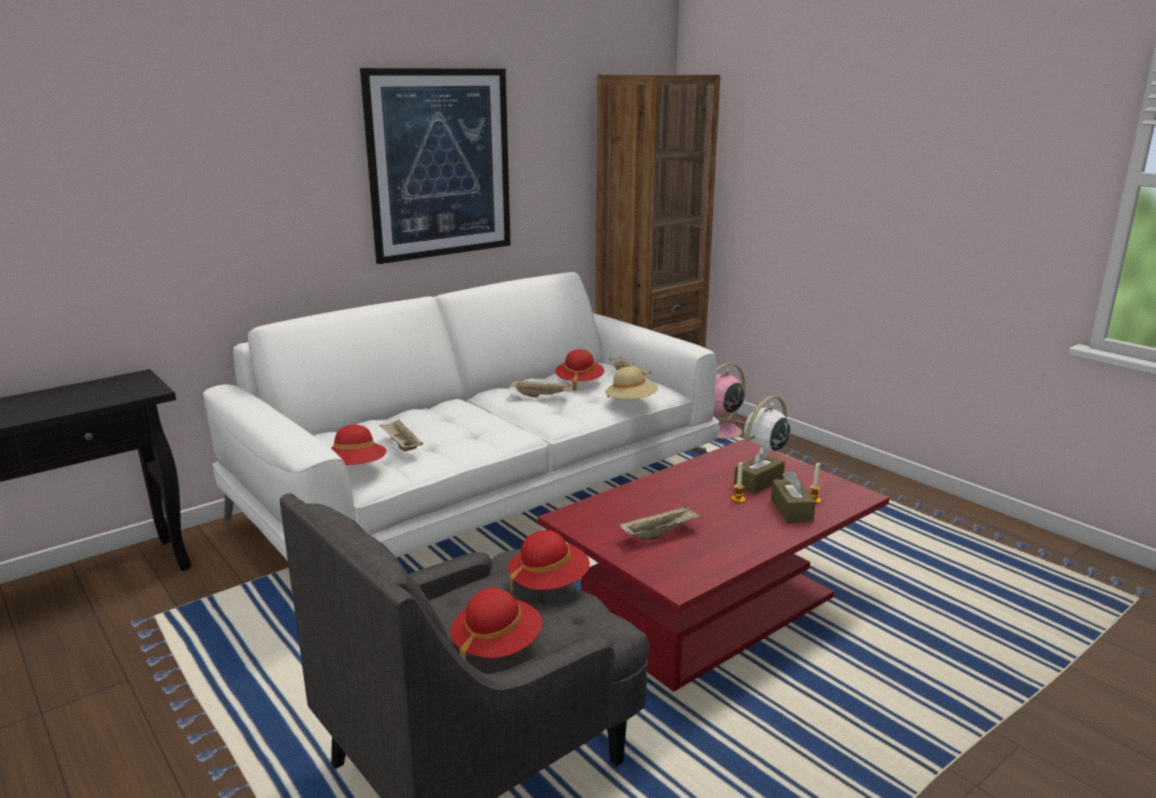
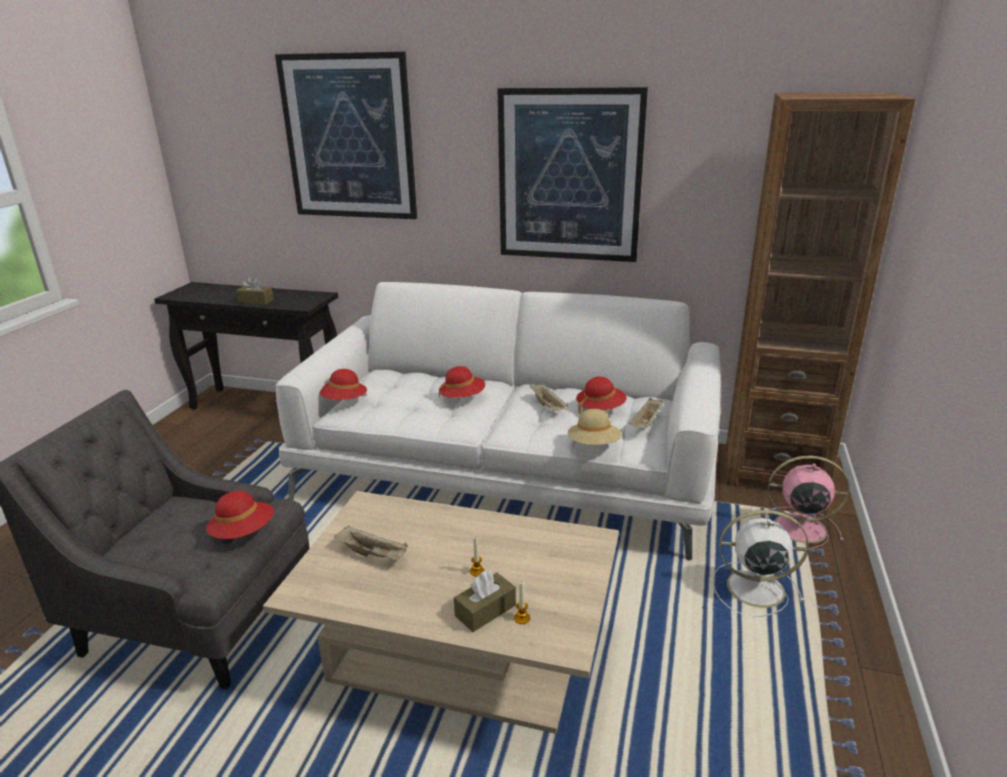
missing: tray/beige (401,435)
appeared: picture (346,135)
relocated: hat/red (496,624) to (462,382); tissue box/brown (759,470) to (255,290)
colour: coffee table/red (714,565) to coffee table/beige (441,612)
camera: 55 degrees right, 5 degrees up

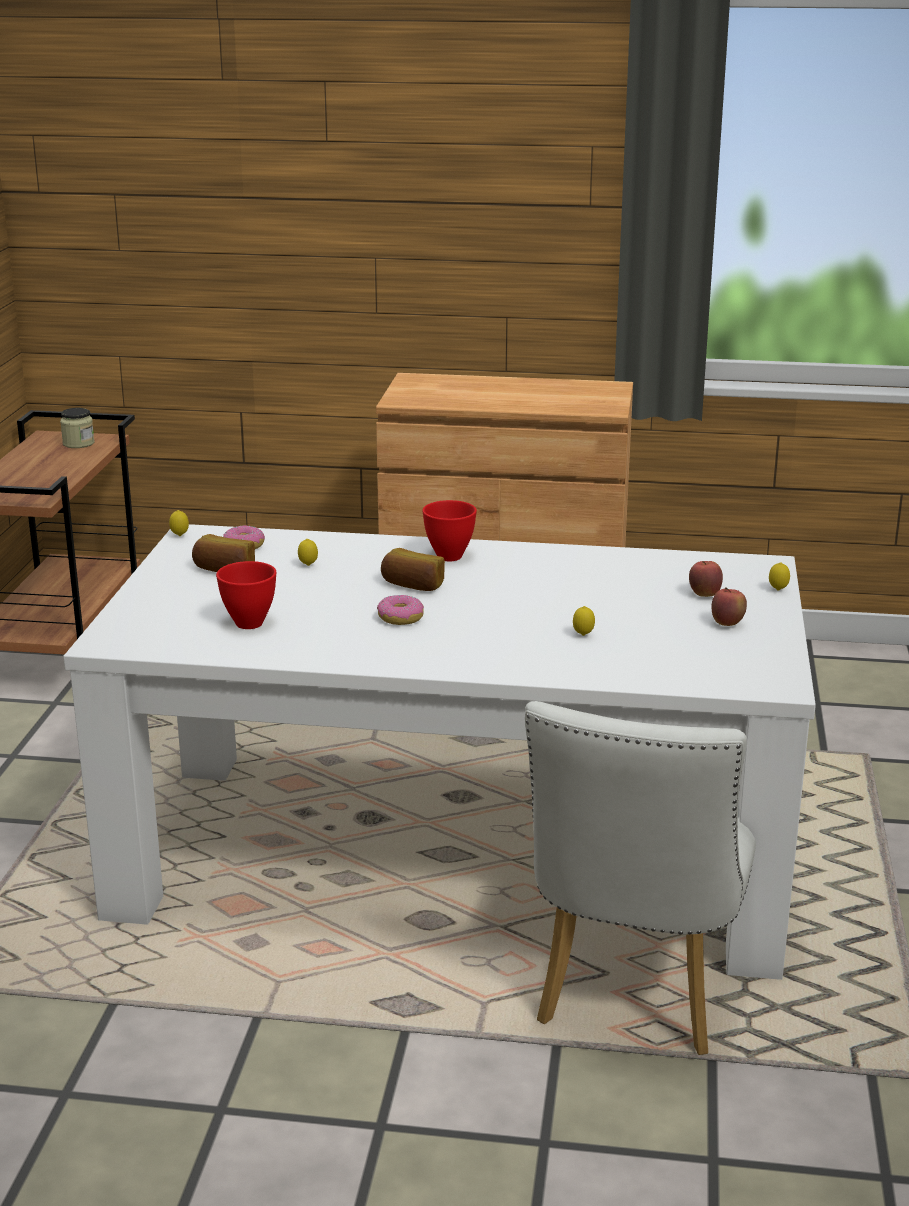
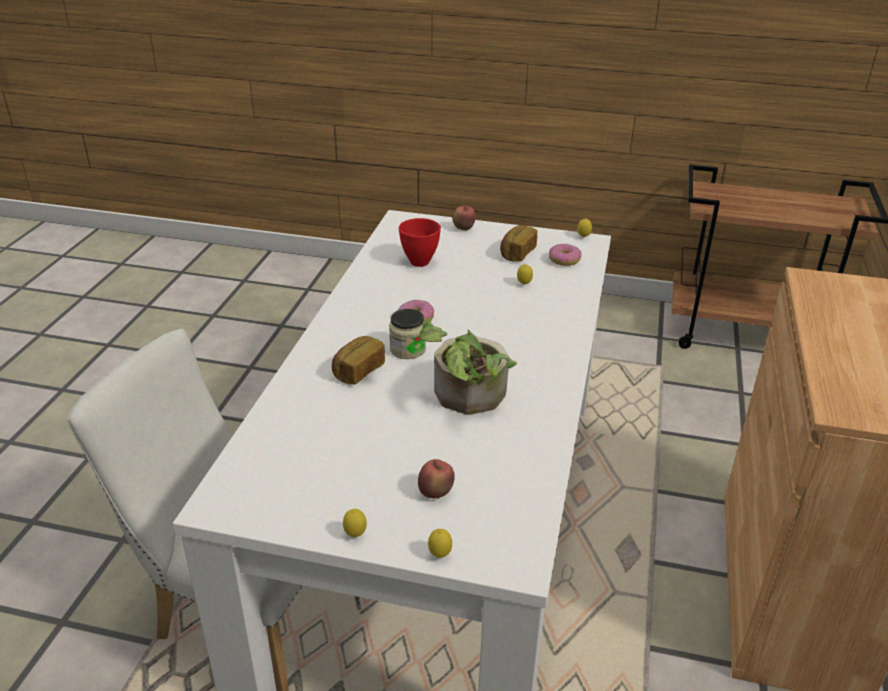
missing: bowl/red (449,530)
appeared: potted plant (468,366)
relocated: jar (77,428) to (407,334); bread (413,569) to (358,360); lemon (584,621) to (355,523); apple (729,606) to (464,217)
camera: 95 degrees right, 10 degrees up

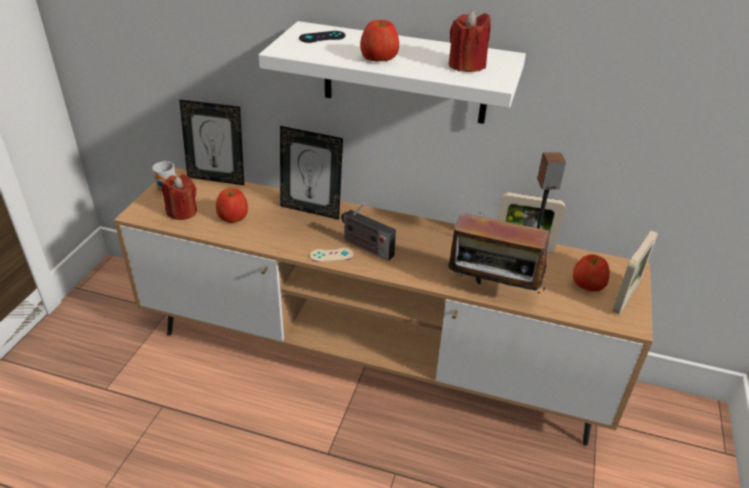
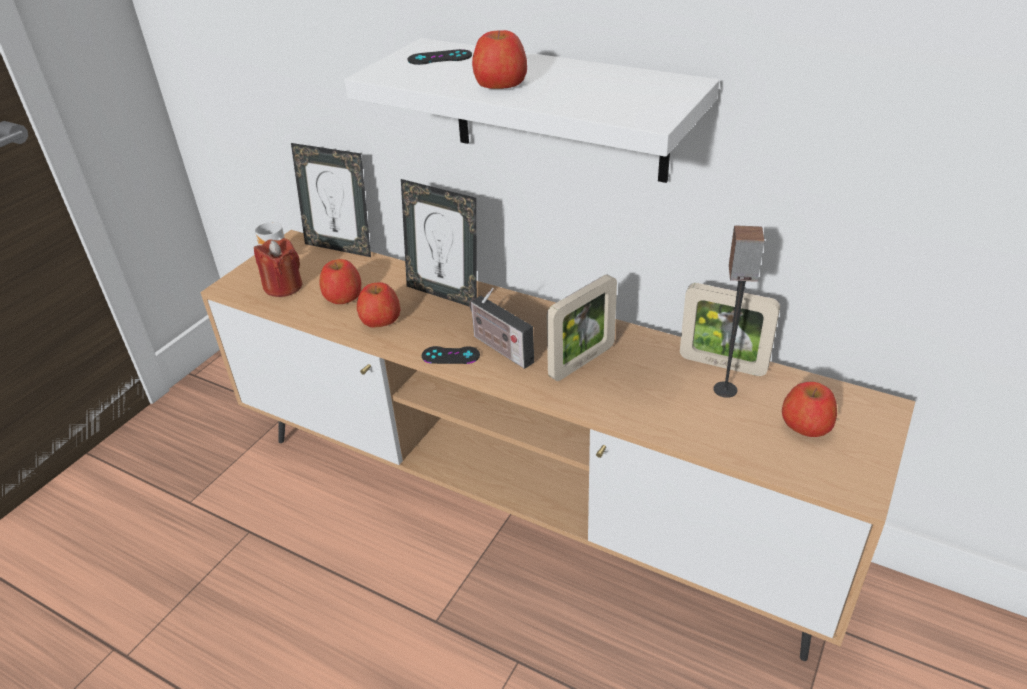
missing: radio (499,253); candle/red (470,41)
appeared: apple (379,304)
relocated: picture frame (635,272) to (582,327)
colour: game controller/beige (331,255) to game controller/black (451,355)
camera: 15 degrees right, 0 degrees up

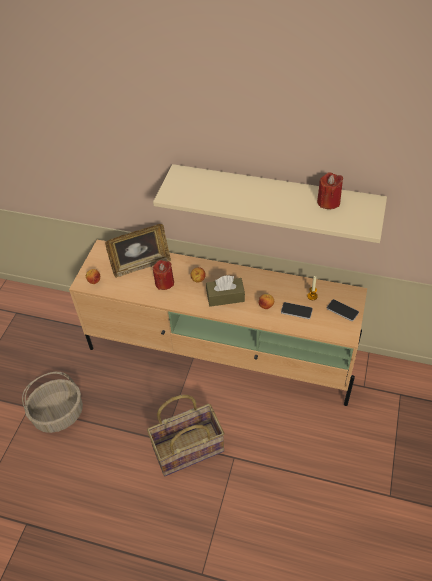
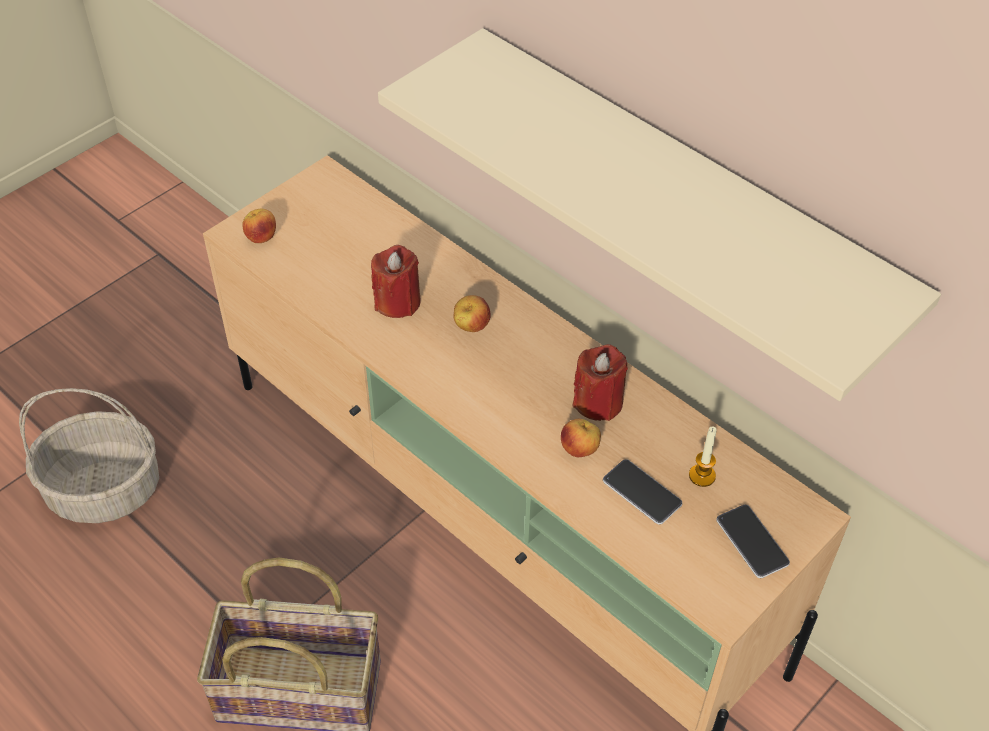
missing: picture frame (138,251); tissue box/brown (225,291)
relocated: candle/red (330,191) to (600,382)
camera: 25 degrees right, 0 degrees up

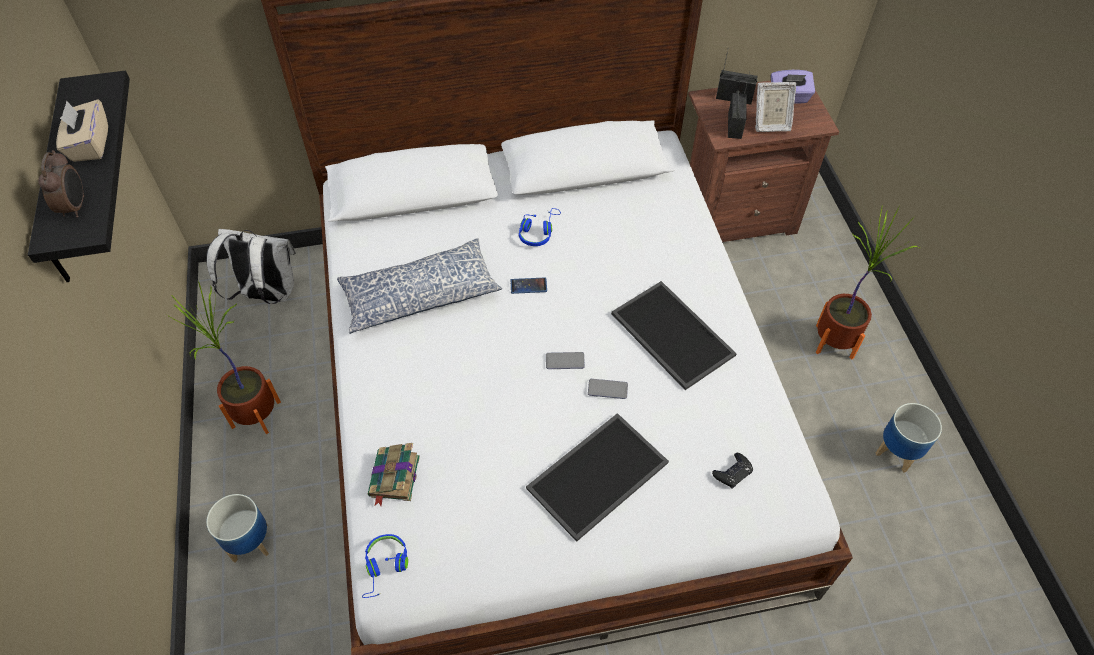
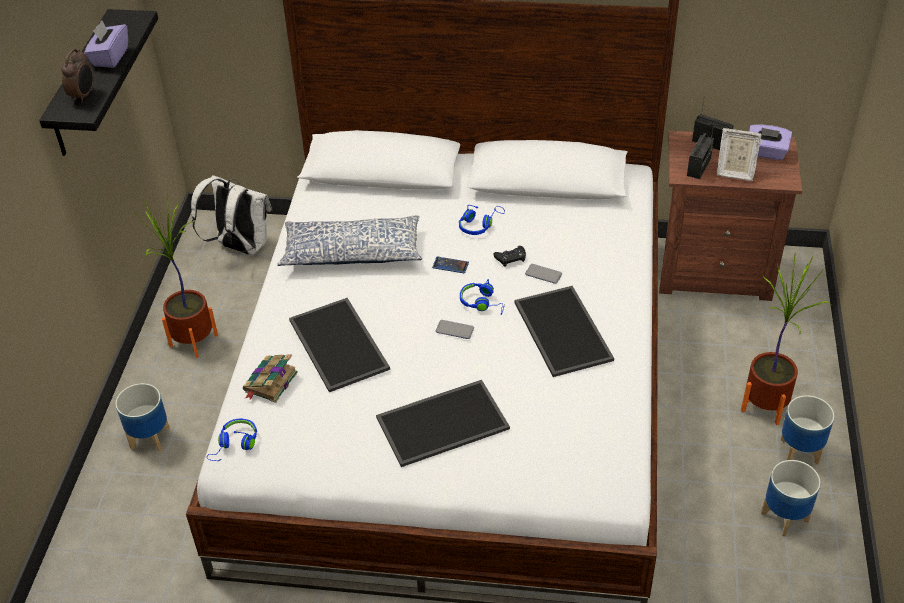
appeared: tray (339,345); headphones/blue (482,297); planter (807,430)
relocated: phone (608,389) to (543,274); game controller/black (732,471) to (509,256)
colour: tissue box/beige (82,130) to tissue box/purple (106,44)
camera: 20 degrees right, 10 degrees down

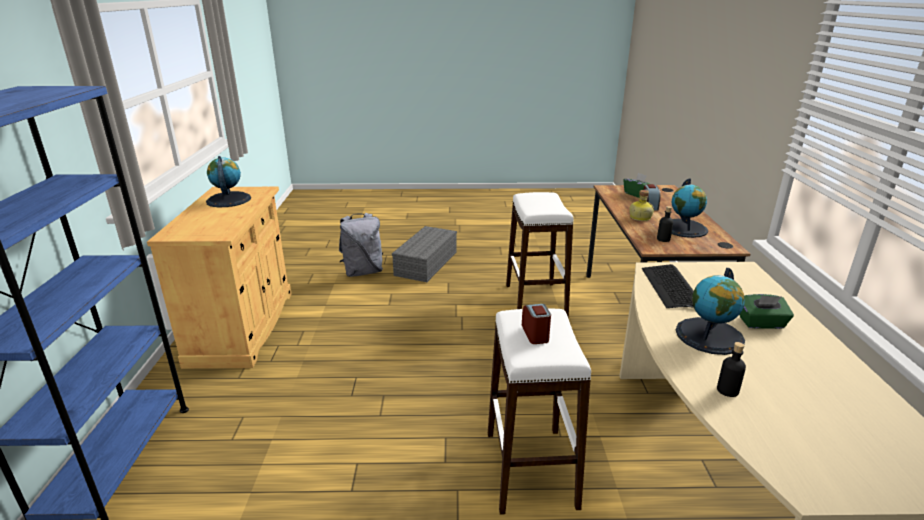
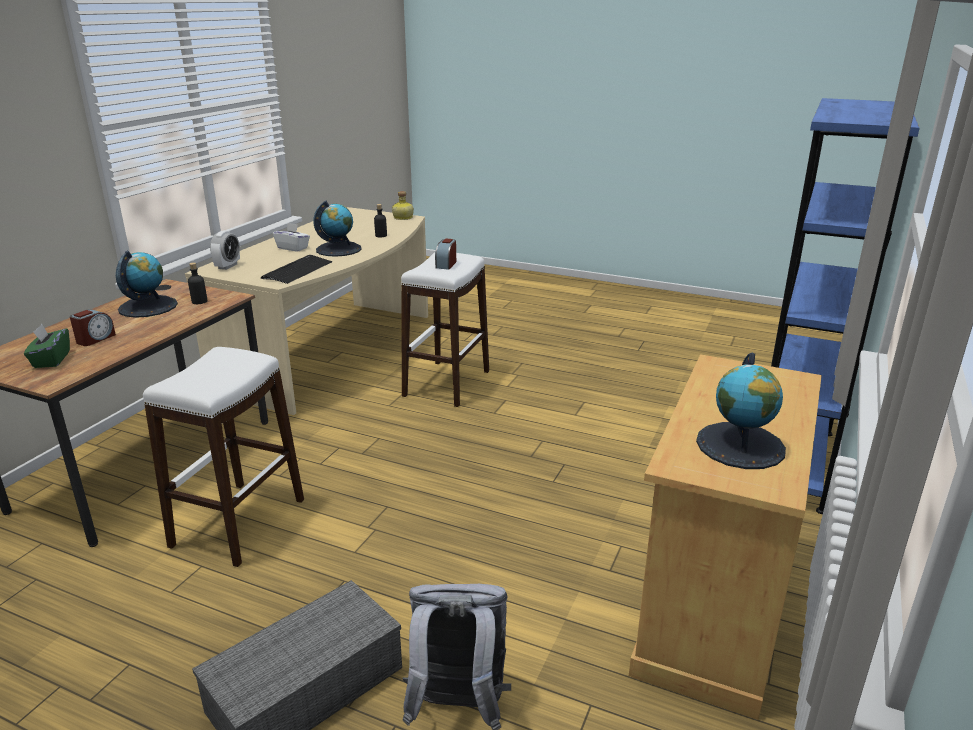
appeared: alarm clock (225,250)
relocated: bottle (641,205) to (403,205)
colour: tissue box/green (767,311) to tissue box/white (291,237)
camera: 155 degrees left, 0 degrees up

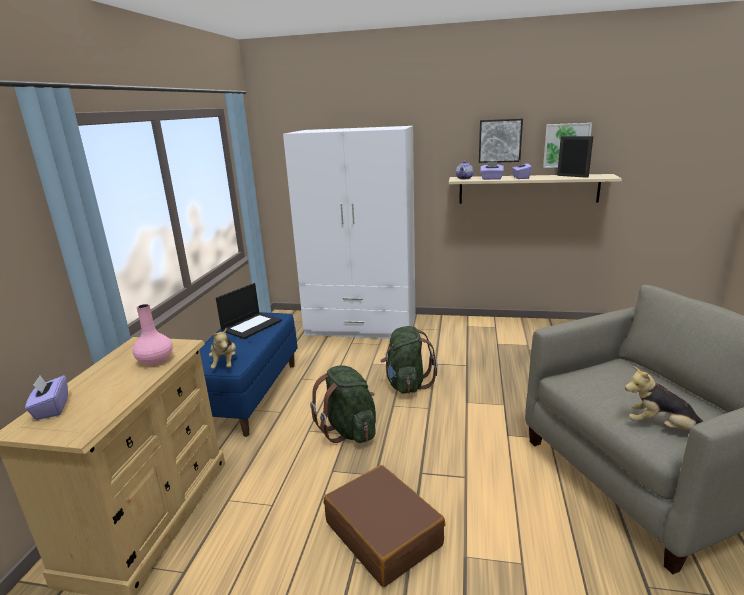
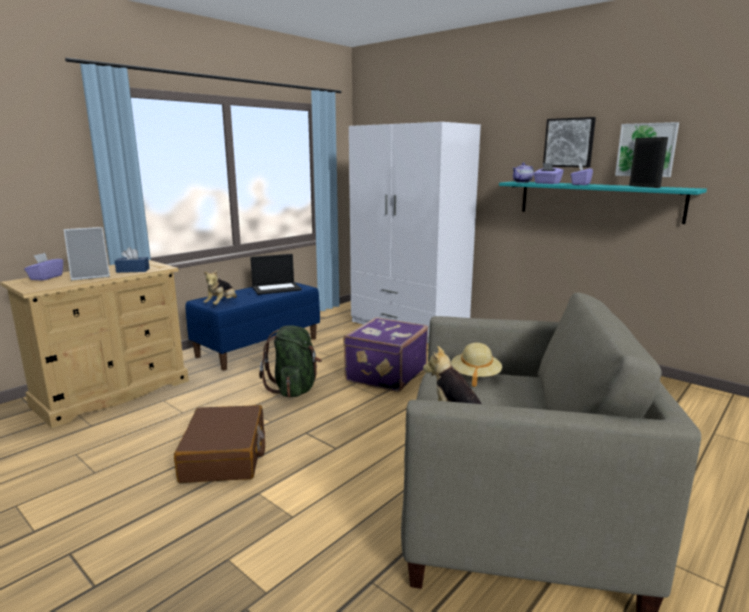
appeared: picture frame (87,253); hat/beige (476,365)
exchanged: vase/pink (152,335) to tissue box/blue (132,260); backpack/green (409,360) to suitcase/purple (385,354)
colour: shelf/beige (535,189) to shelf/turquoise (603,202)
camera: 30 degrees right, 5 degrees down

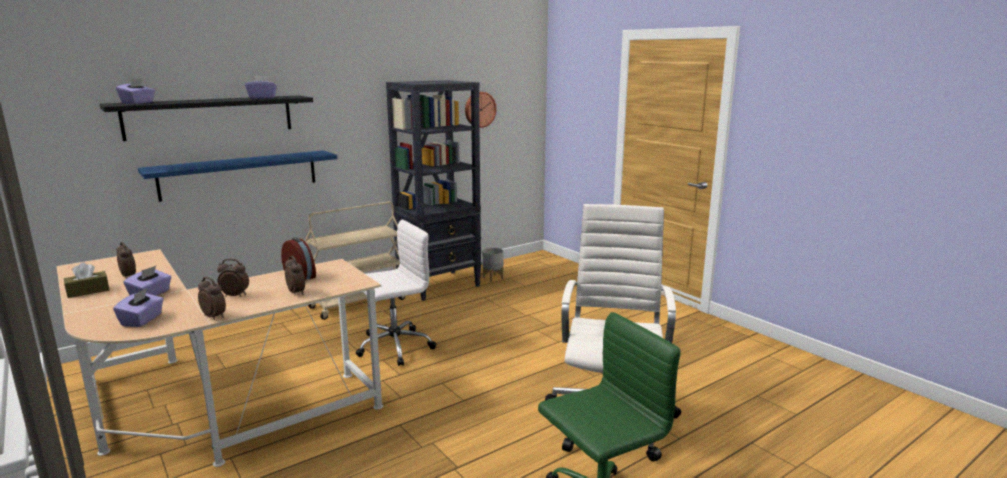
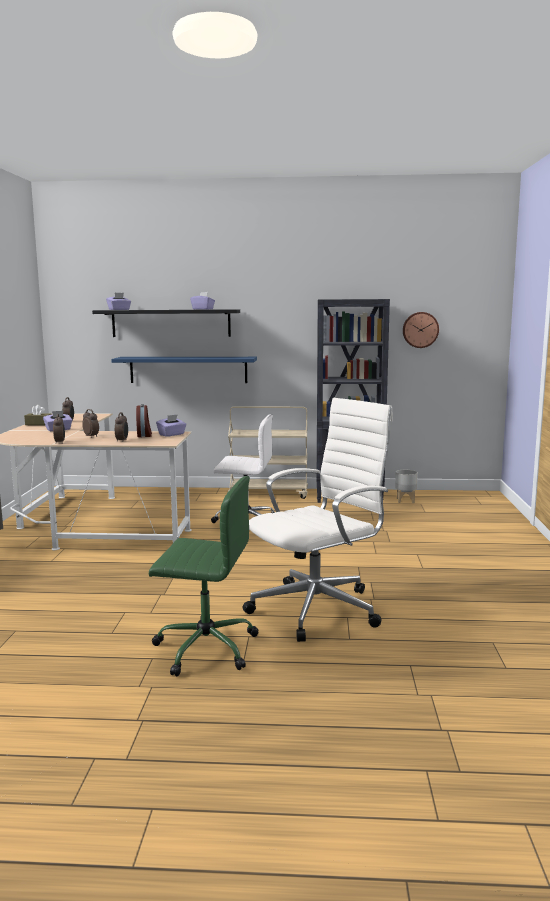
relocated: tissue box/purple (138,307) to (171,425)
camera: 40 degrees right, 5 degrees down

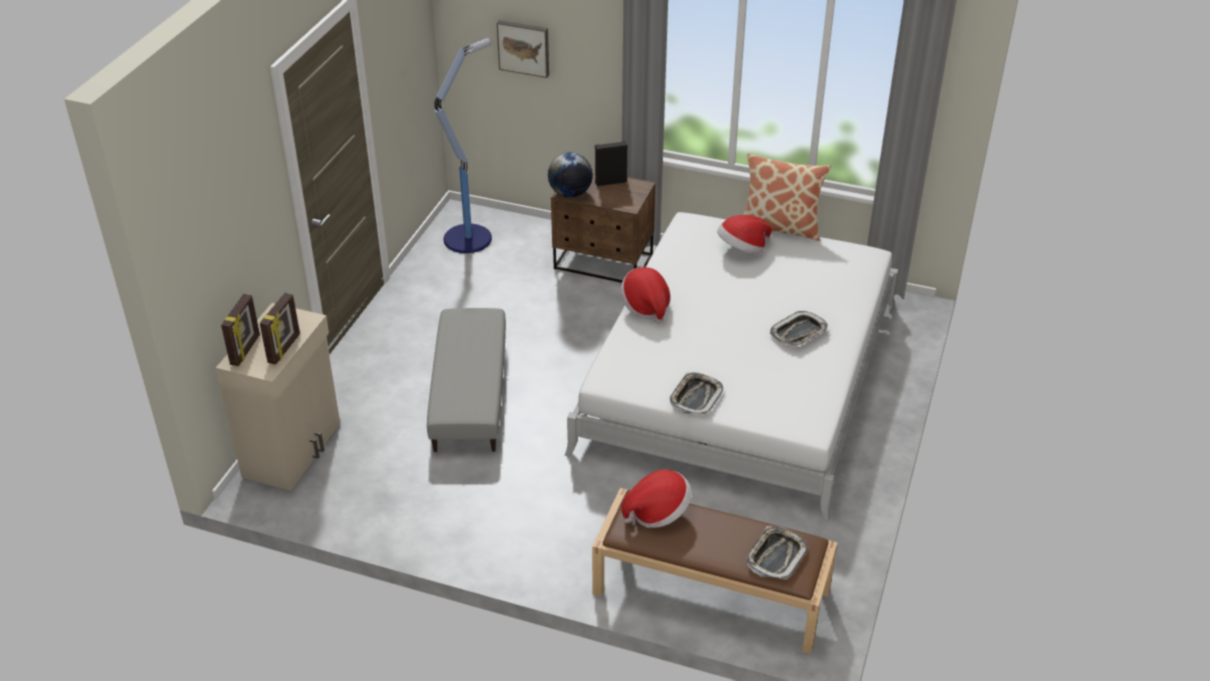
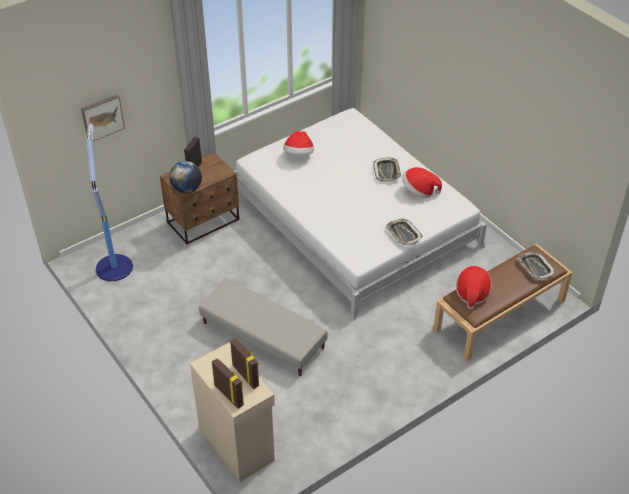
missing: pillow (787,197)
relocated: hat (646,295) to (422,182)
camera: 55 degrees left, 5 degrees up

